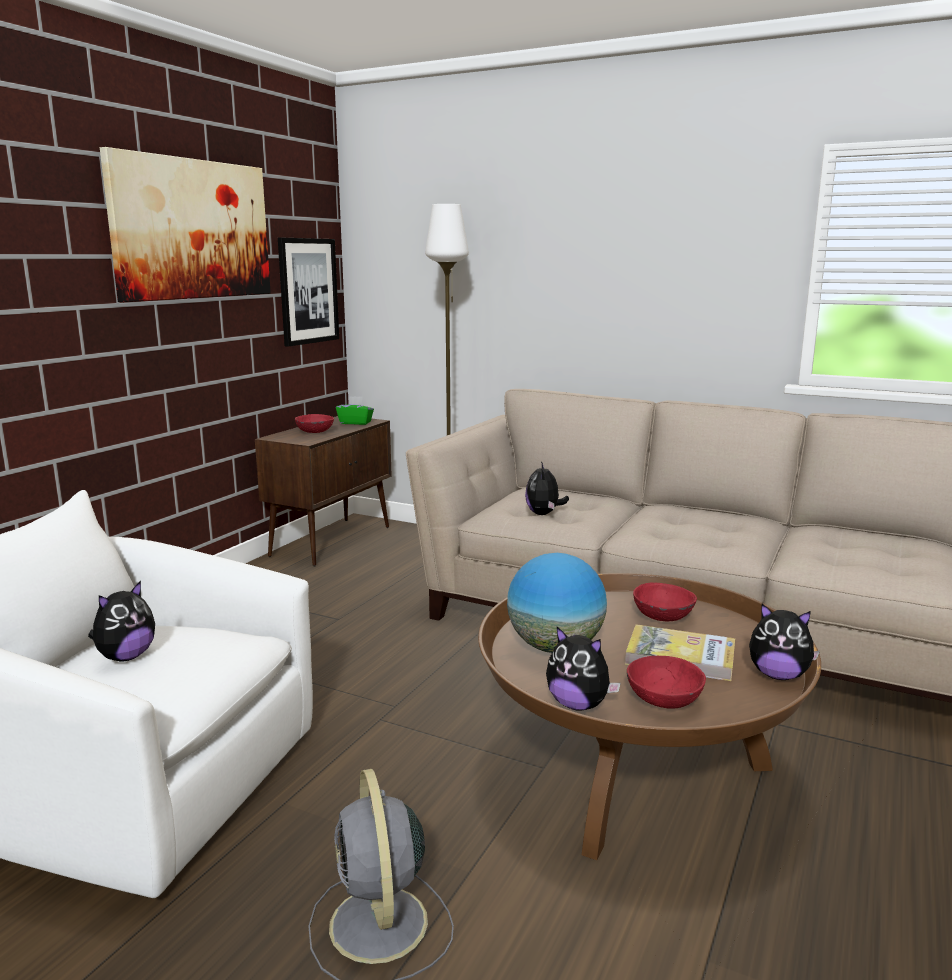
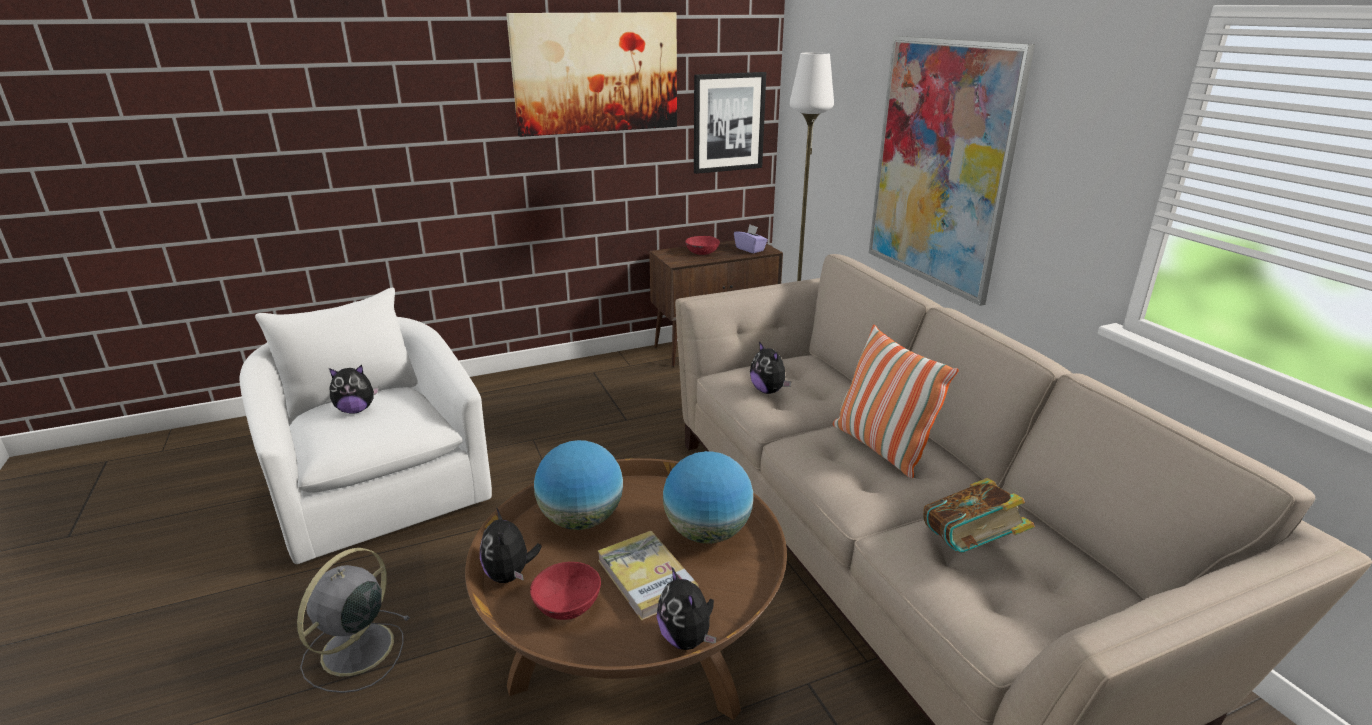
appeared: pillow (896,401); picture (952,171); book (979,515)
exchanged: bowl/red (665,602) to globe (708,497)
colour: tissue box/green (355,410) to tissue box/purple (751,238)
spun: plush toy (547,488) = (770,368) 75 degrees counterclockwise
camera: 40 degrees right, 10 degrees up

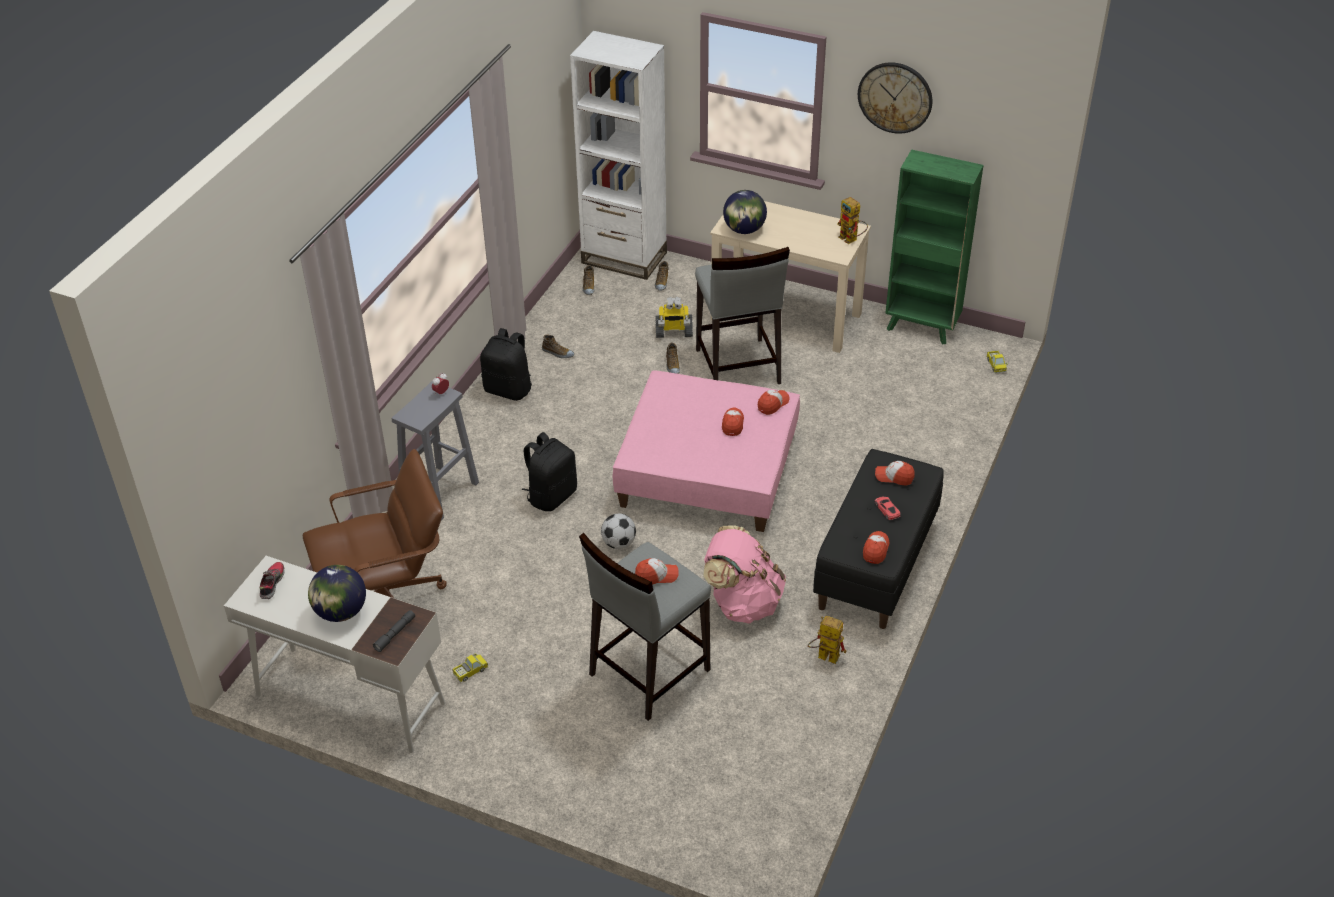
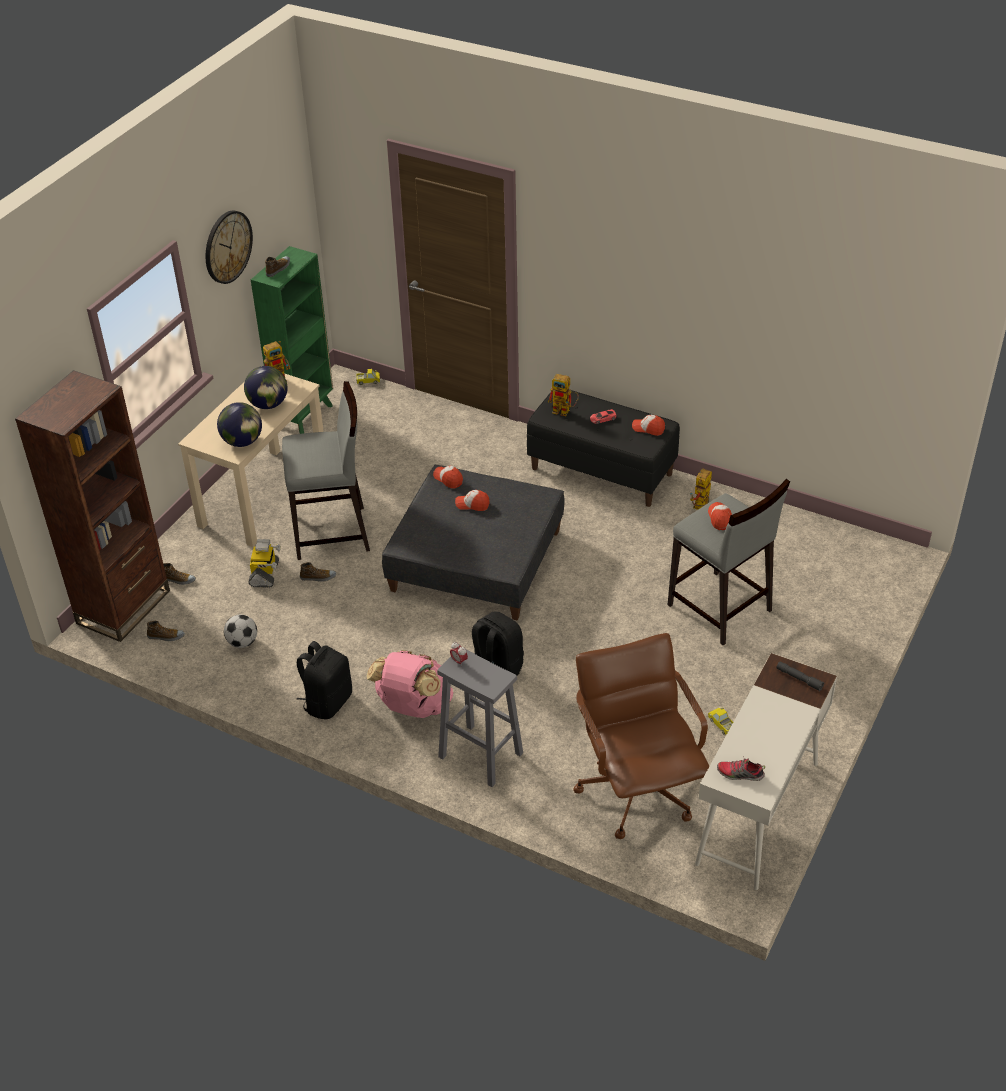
relocated: globe (337,593) to (266,387); shoe (558,346) to (277,266); football (618,531) to (240,631); backpack/pink (744,574) to (409,684)
exchanged: cap (895,473) to toy robot (563,395)
colour: bookcase/white (618,155) to bookcase/brown (92,506); ottoman/pink (706,451) to ottoman/grey (473,542)
camera: 85 degrees left, 0 degrees up

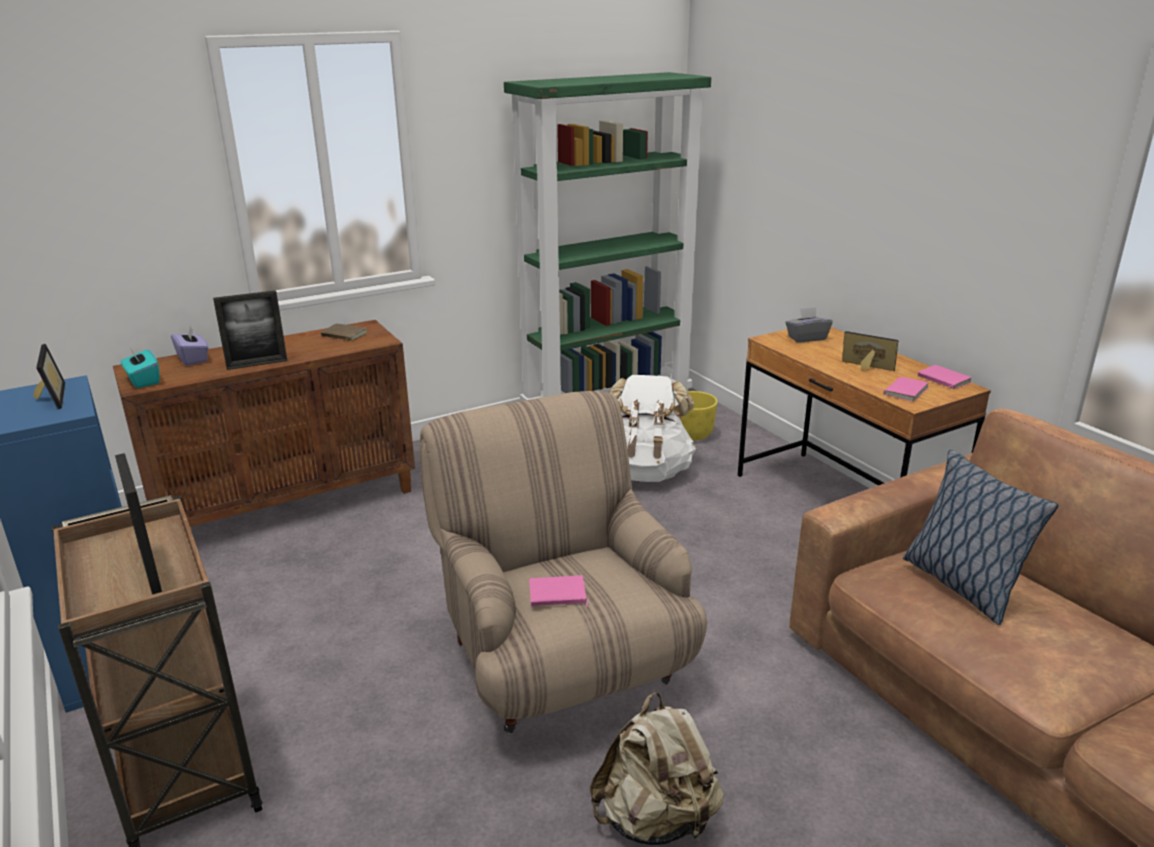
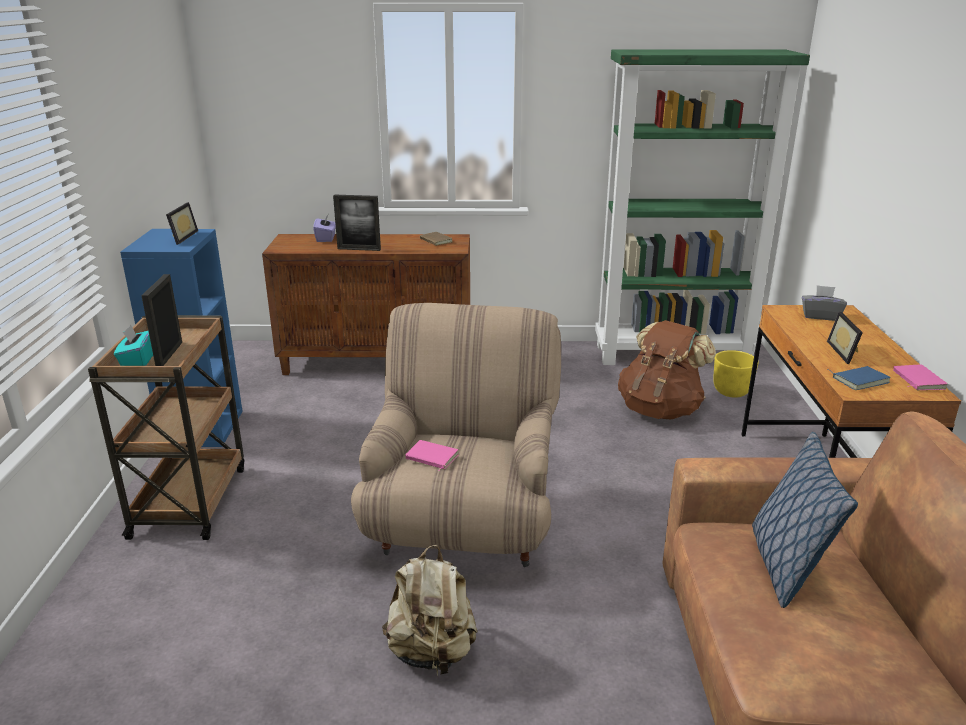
relocated: tissue box/turquoise (140,367) to (133,345)
colour: backpack/white (652,428) to backpack/brown (667,369); book/pink (903,389) to book/blue (861,378)
spun: picture frame (870,351) = (845,337) 150 degrees counterclockwise
camera: 30 degrees right, 0 degrees up

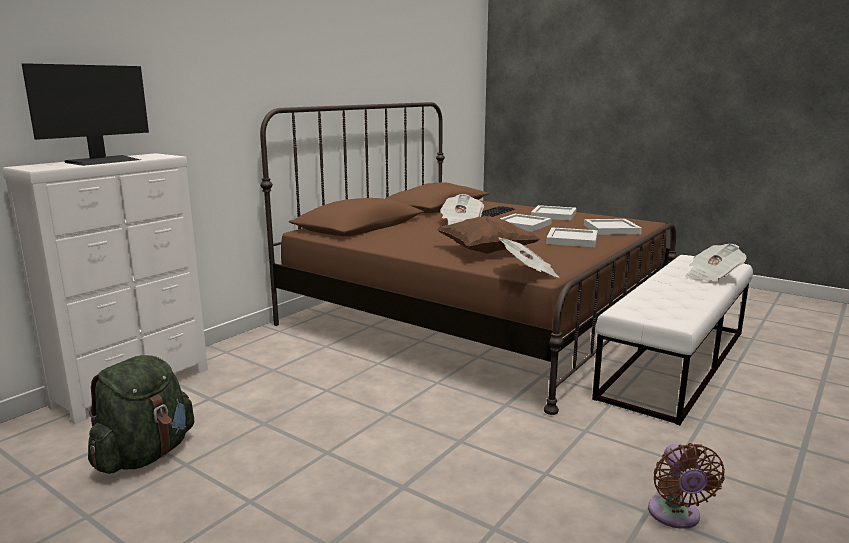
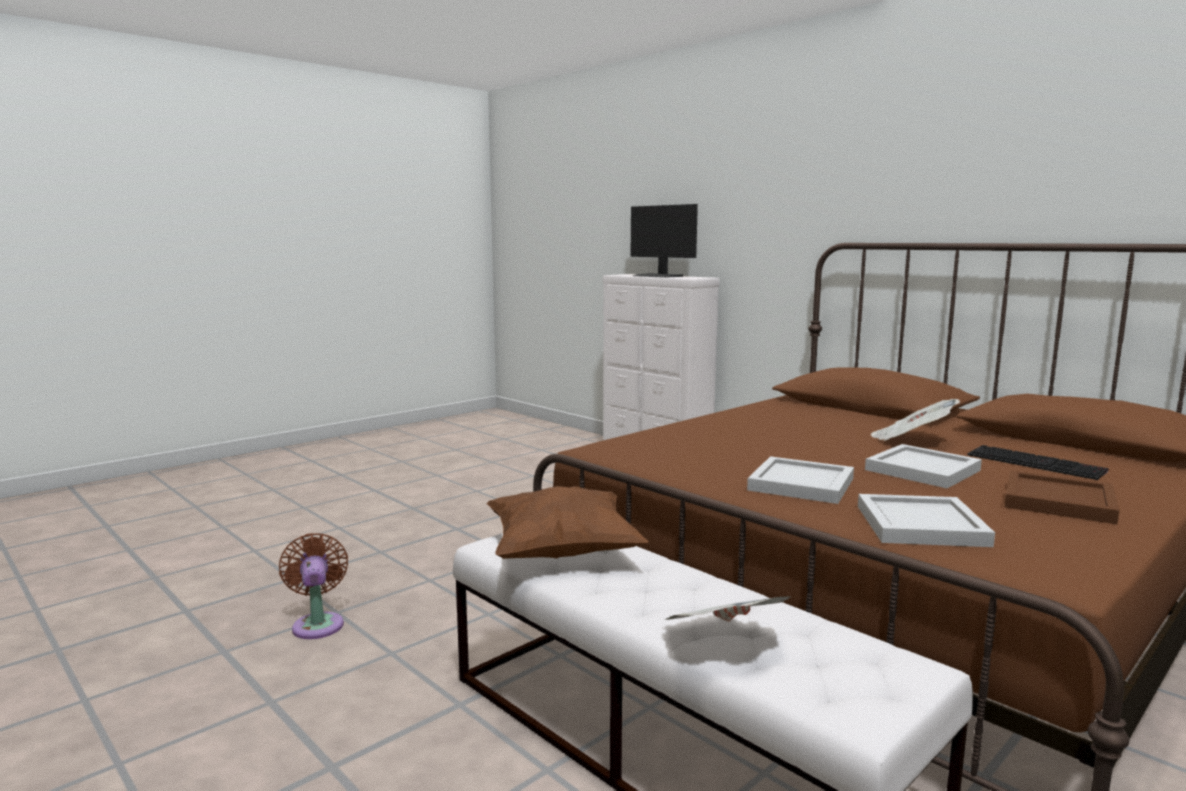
missing: backpack/green (141,414); newspaper (529,258)
relocated: pillow/brown (488,235) to (567,522)
colour: tray/white (554,213) to tray/brown (1062,497)
spun: fan/brown (686,486) = (313,586) 60 degrees clockwise
camera: 100 degrees right, 5 degrees down

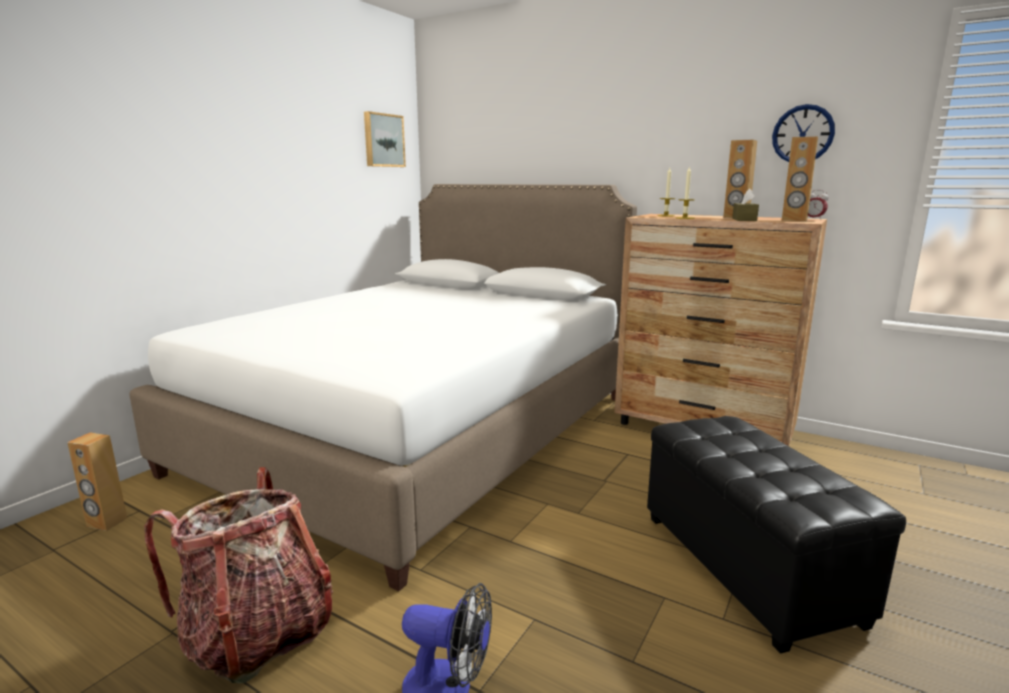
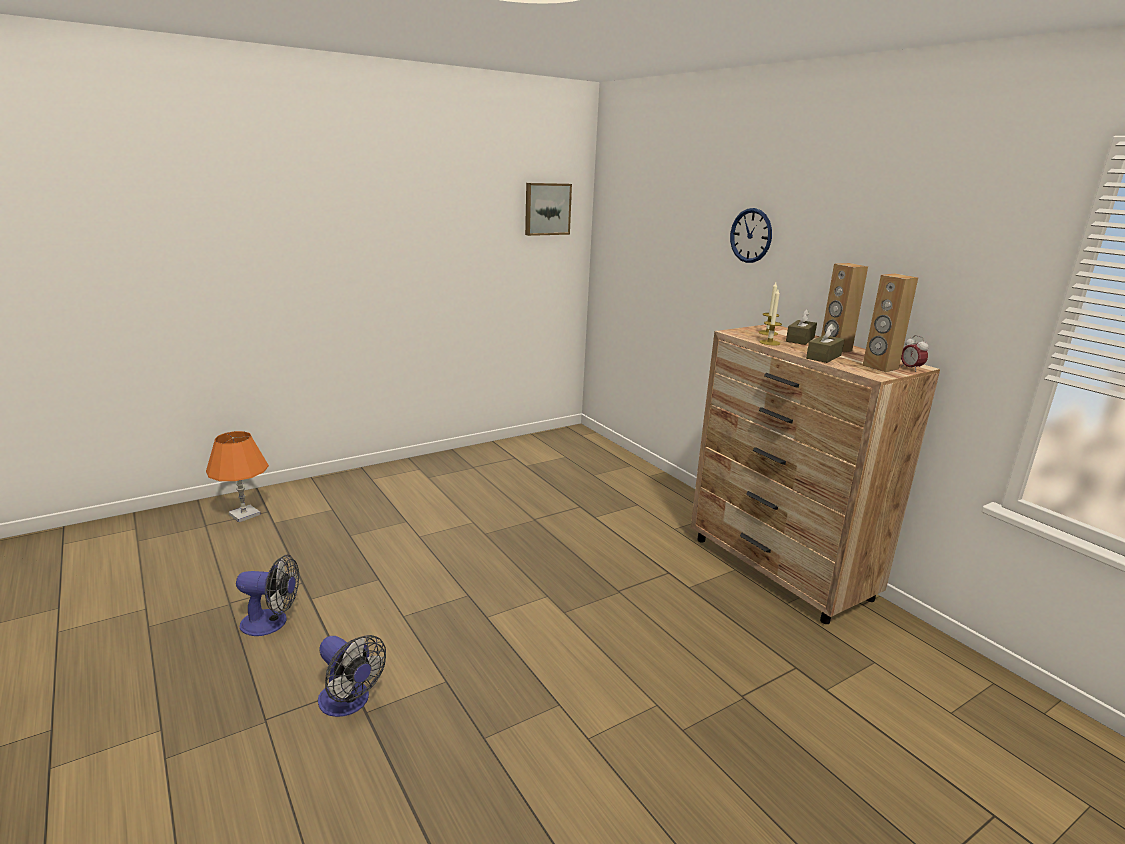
missing: bed/white (383,387); ottoman/black (776,535)
appeared: tissue box/brown (801,327)
relocated: wall clock (803,133) to (751,235)
exchanged: speaker/brown (97,481) to table lamp/orange (237,476); backpack (238,575) to fan (267,595)
camera: 25 degrees right, 5 degrees up

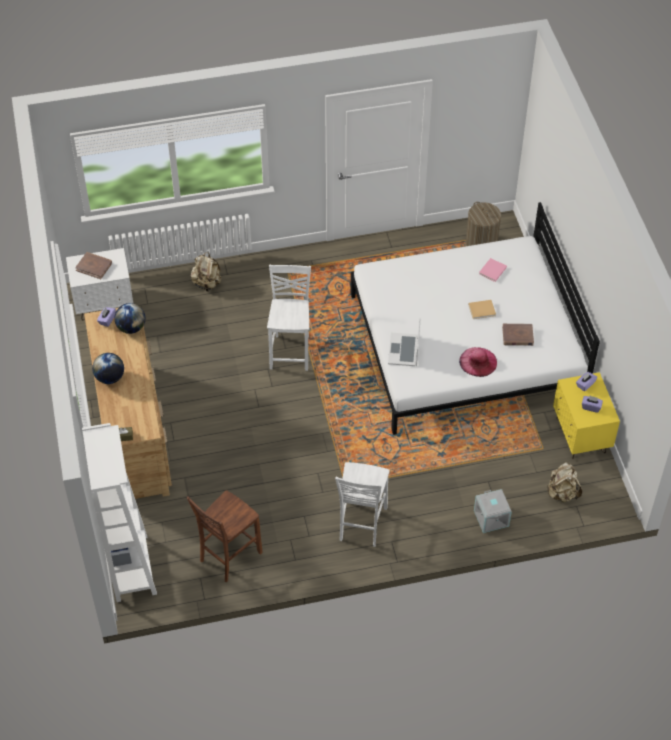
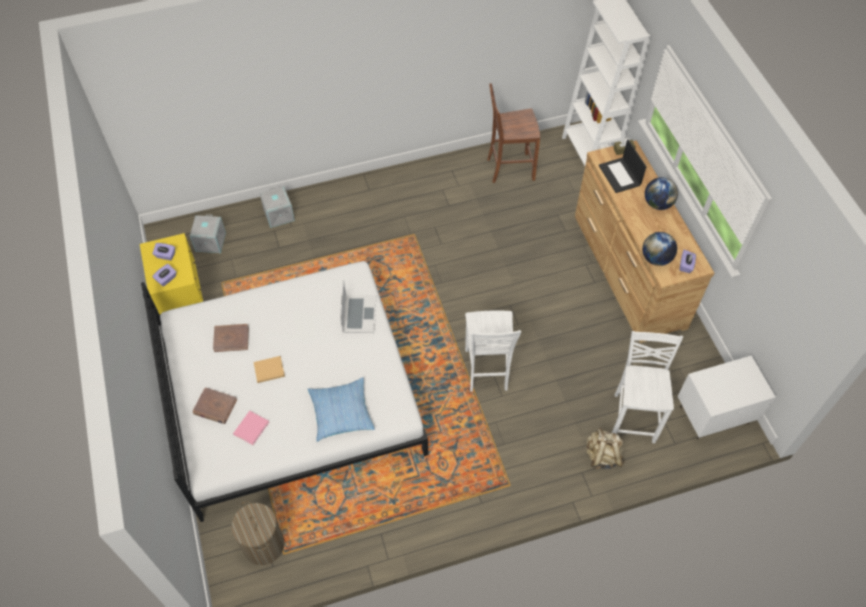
missing: hat/pink (478,362)
appeared: pillow (341,409); laptop (622,166)
relocated: book/brown (93,265) to (215,405); chair/white (362,504) to (647,387)
exchanged: backpack/beige (564,482) to storage box/grey (208,233)
spun: chair/brown (224,536) = (513,133) 135 degrees counterclockwise
camera: 175 degrees right, 5 degrees up

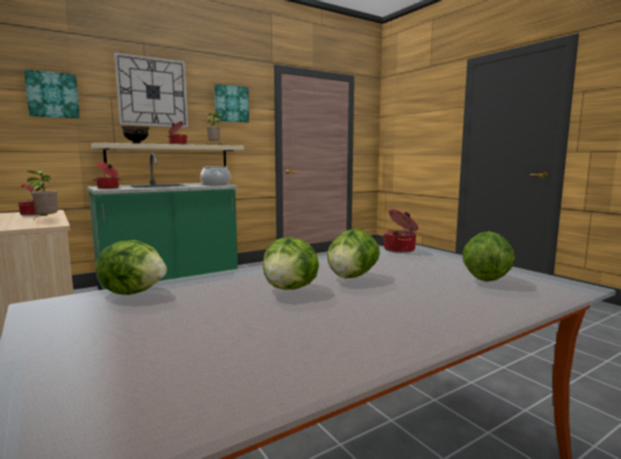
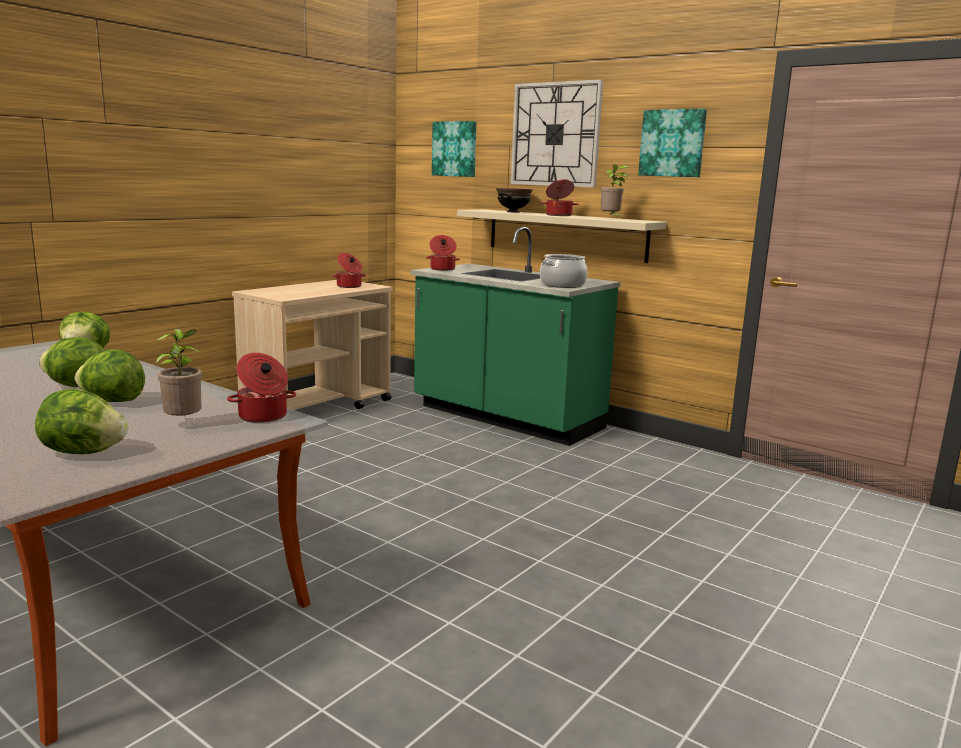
relocated: potted plant (42,194) to (179,372)
camera: 70 degrees right, 5 degrees up

